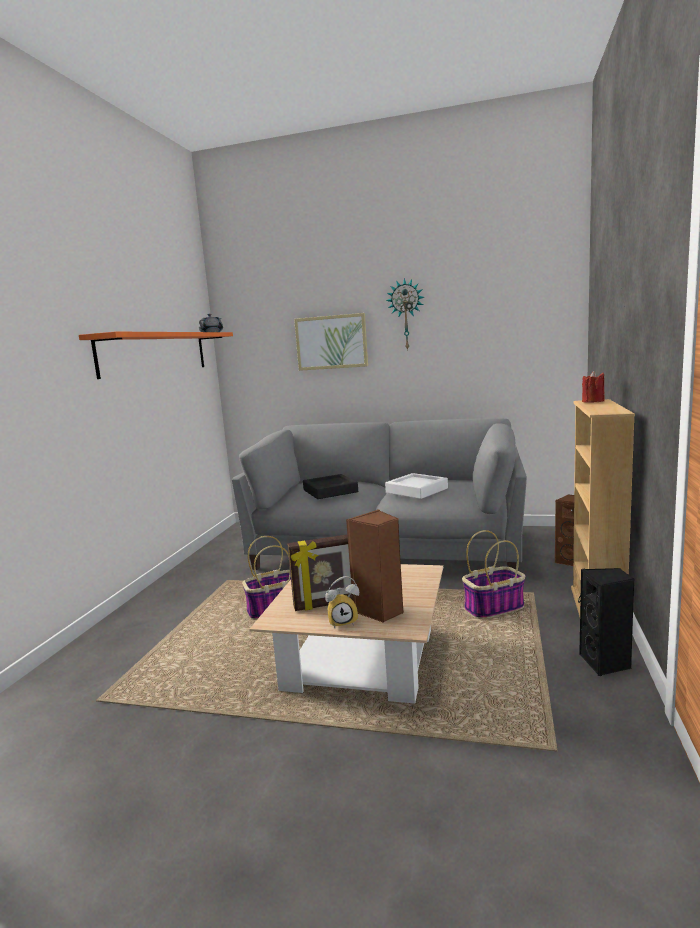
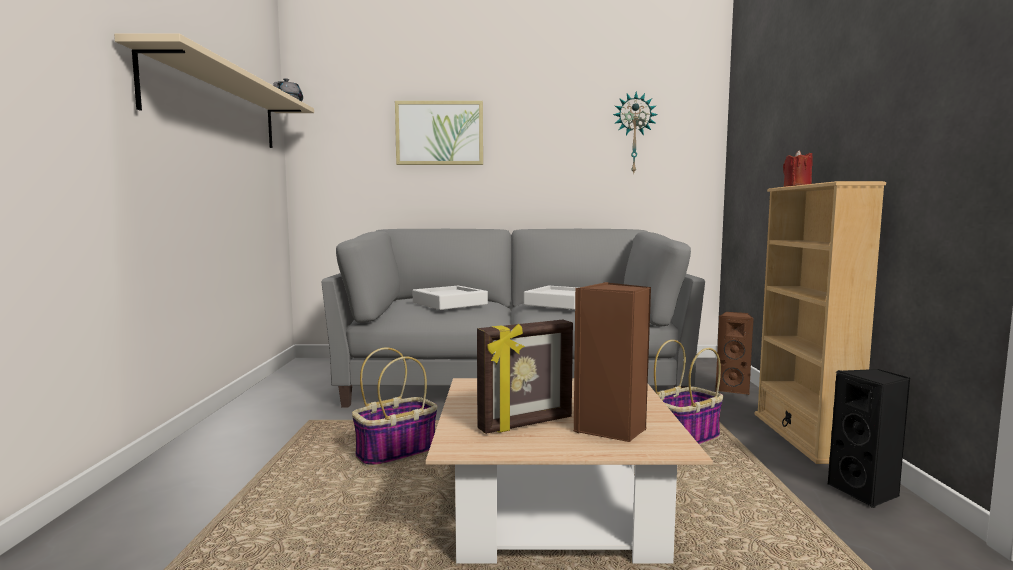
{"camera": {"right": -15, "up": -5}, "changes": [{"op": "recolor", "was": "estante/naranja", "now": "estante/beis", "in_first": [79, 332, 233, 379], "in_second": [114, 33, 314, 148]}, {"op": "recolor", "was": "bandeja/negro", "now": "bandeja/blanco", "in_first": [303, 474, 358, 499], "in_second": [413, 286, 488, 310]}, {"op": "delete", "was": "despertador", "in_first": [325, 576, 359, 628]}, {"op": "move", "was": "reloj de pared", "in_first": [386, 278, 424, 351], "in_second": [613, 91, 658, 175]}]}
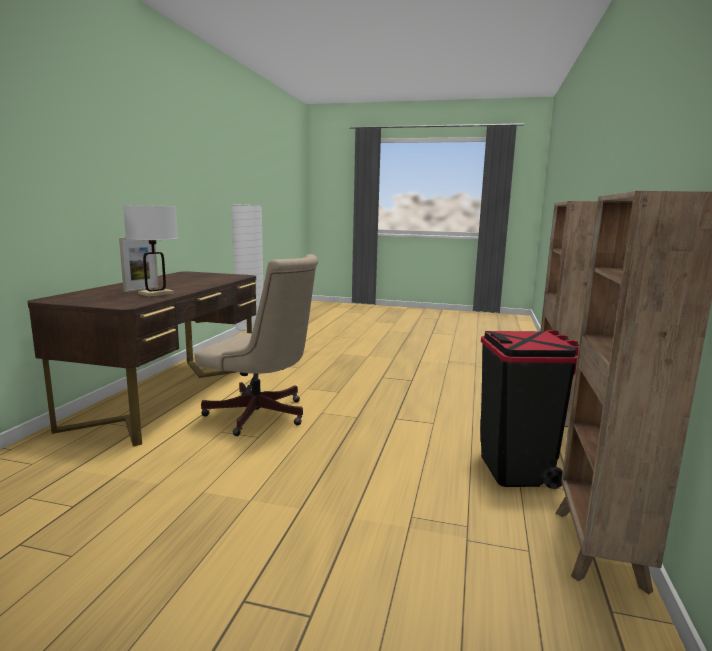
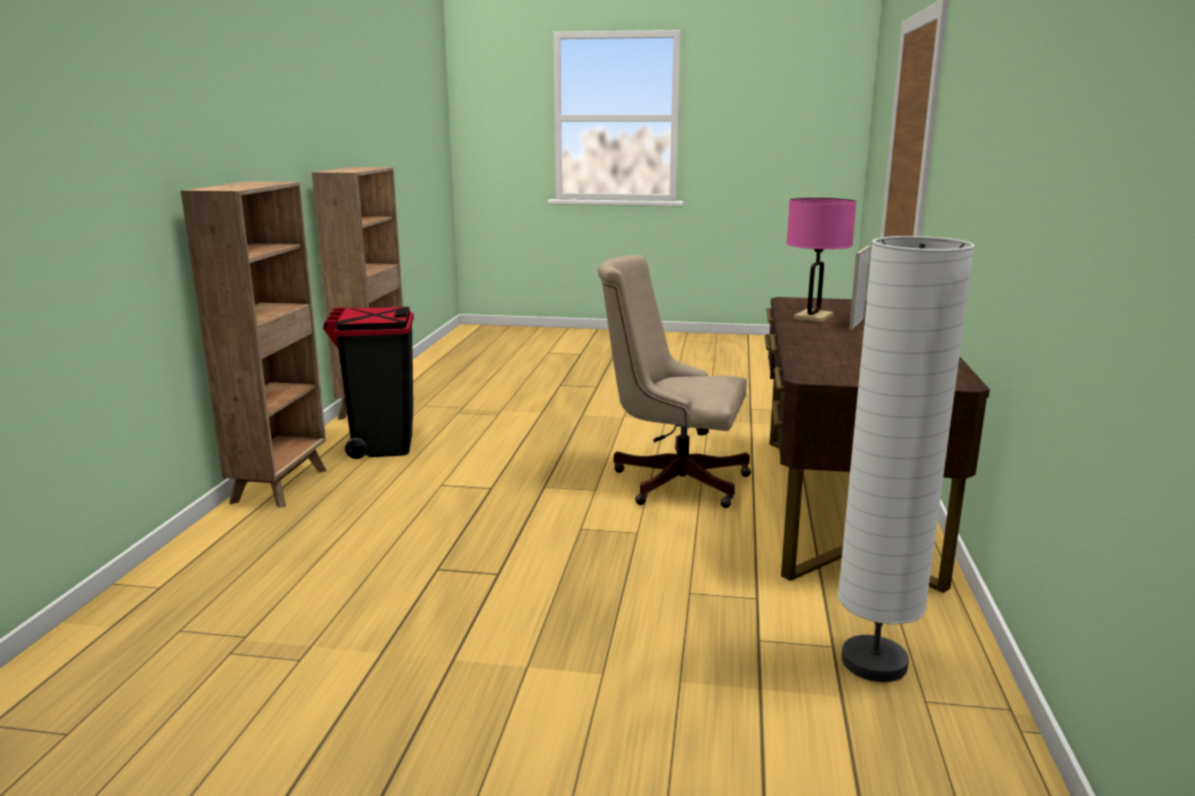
{"camera": {"right": 175, "up": 5}, "changes": [{"op": "recolor", "was": "lámpara de mesa/blanco", "now": "lámpara de mesa/rosa", "in_first": [123, 205, 178, 297], "in_second": [786, 198, 857, 322]}]}
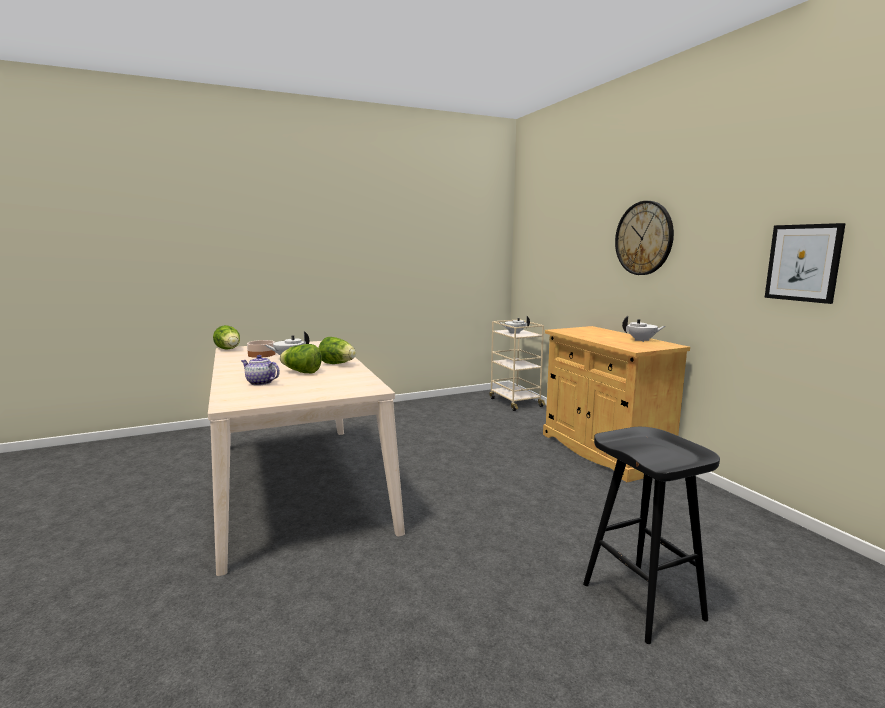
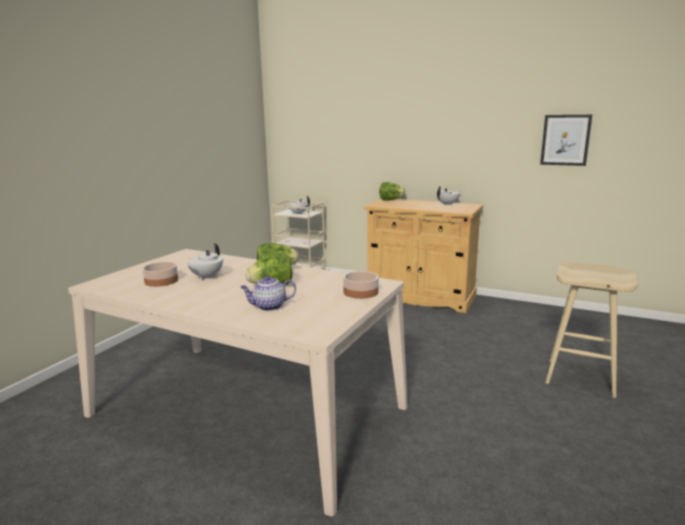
{"camera": {"right": -40, "up": 5}, "changes": [{"op": "move", "was": "lechuga", "in_first": [213, 325, 240, 350], "in_second": [380, 182, 406, 201]}, {"op": "recolor", "was": "taburete/negro", "now": "taburete/beis", "in_first": [583, 427, 720, 644], "in_second": [545, 263, 638, 398]}, {"op": "delete", "was": "reloj de pared", "in_first": [615, 201, 674, 275]}, {"op": "insert", "now": "cuenco", "in_second": [343, 271, 378, 299]}]}
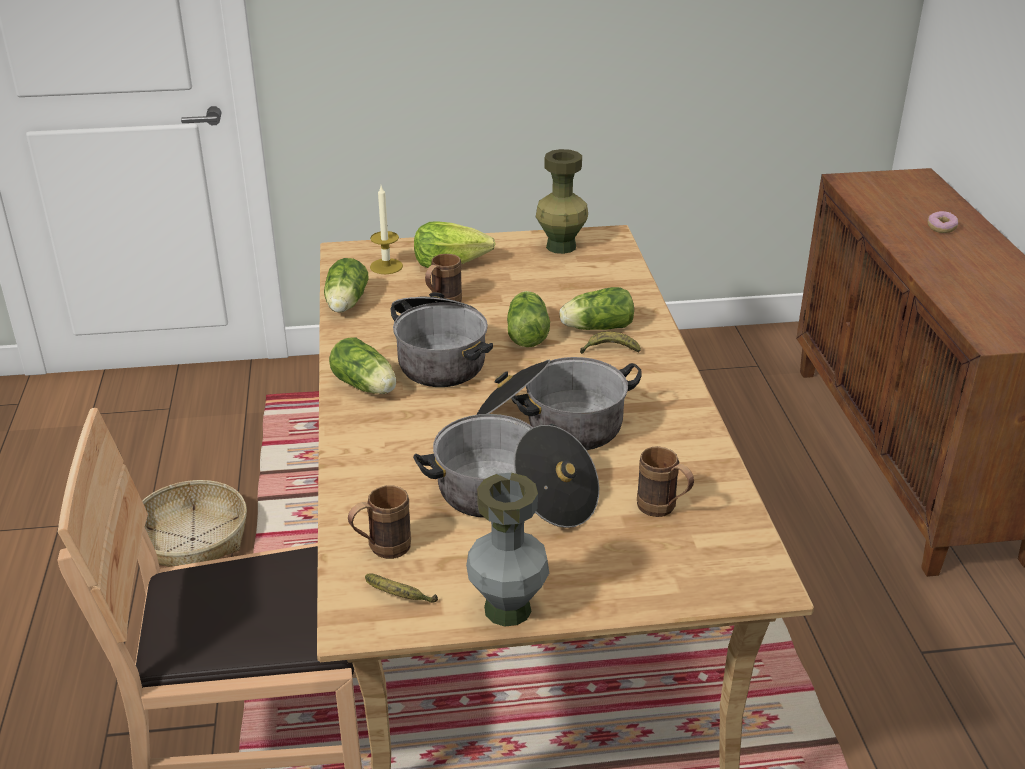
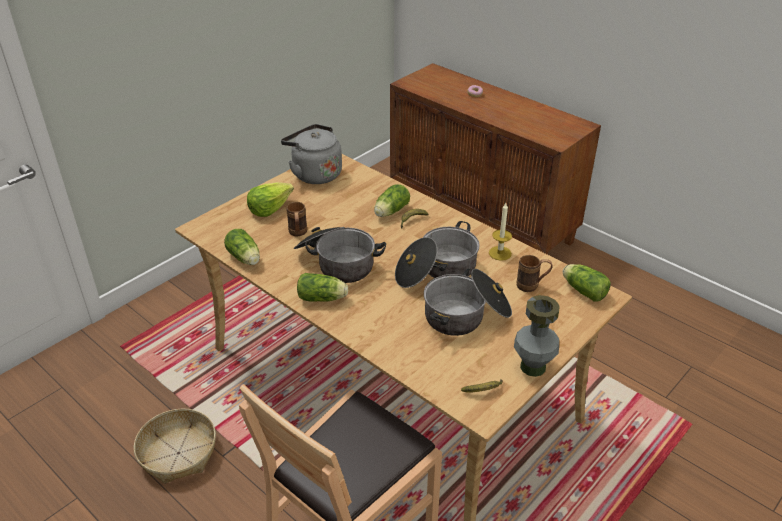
{"camera": {"right": -40, "up": 5}, "changes": [{"op": "delete", "was": "taza grande/marrón", "in_first": [348, 485, 411, 559]}, {"op": "move", "was": "vela", "in_first": [370, 186, 403, 274], "in_second": [489, 203, 512, 261]}, {"op": "move", "was": "lechuga", "in_first": [507, 291, 550, 347], "in_second": [563, 264, 611, 301]}, {"op": "replace", "was": "florero/verde", "now": "hervidor/gris", "in_first": [536, 149, 588, 254], "in_second": [281, 124, 342, 184]}]}
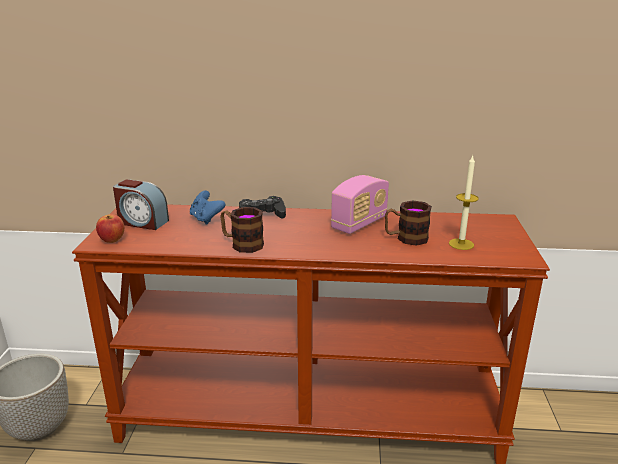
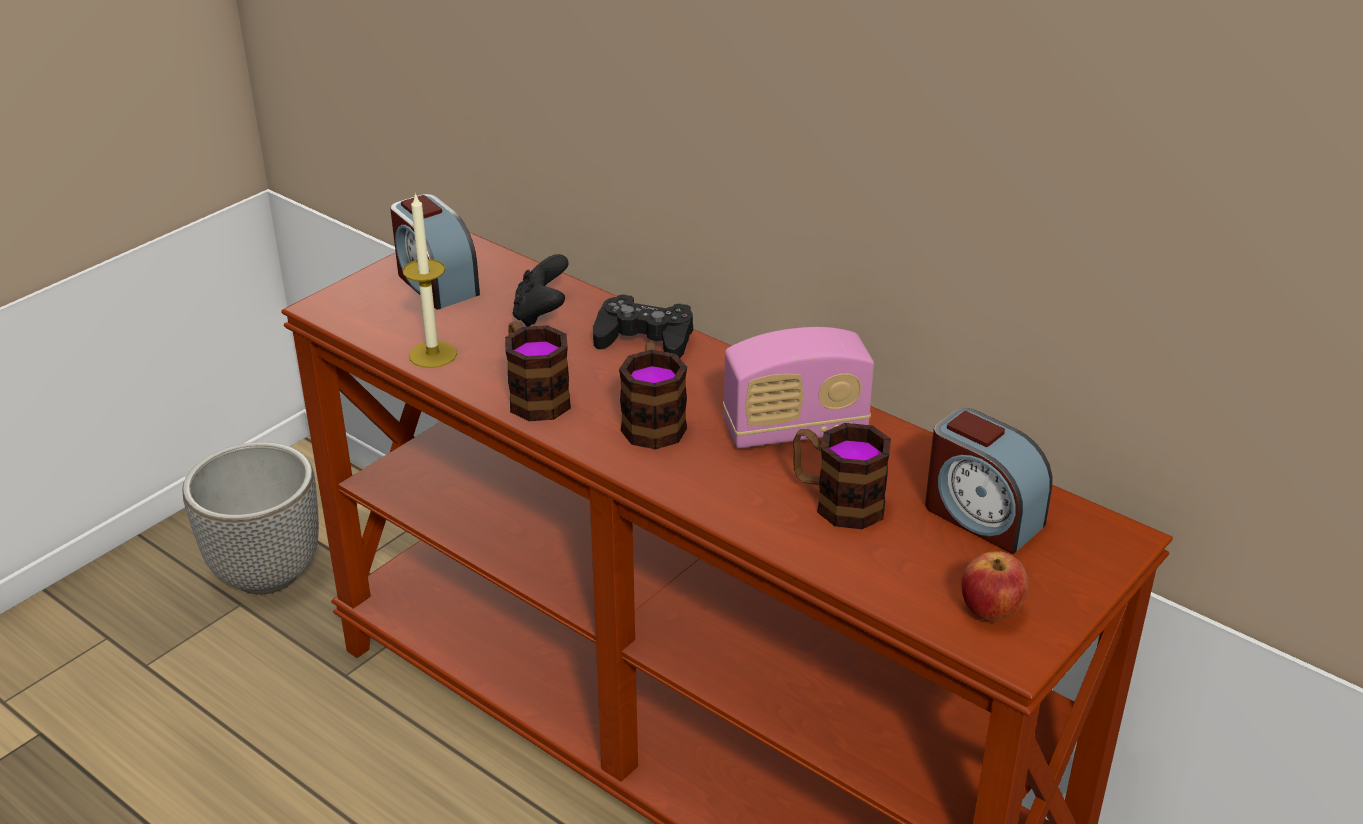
{"camera": {"right": 35, "up": 10}, "changes": [{"op": "move", "was": "manzana", "in_first": [96, 214, 124, 243], "in_second": [961, 551, 1029, 622]}, {"op": "recolor", "was": "mando de consola/azul", "now": "mando de consola/negro", "in_first": [190, 190, 225, 225], "in_second": [513, 254, 569, 327]}, {"op": "move", "was": "vela", "in_first": [449, 156, 479, 250], "in_second": [402, 192, 457, 368]}, {"op": "insert", "now": "taza grande", "in_second": [619, 342, 687, 449]}, {"op": "insert", "now": "despertador", "in_second": [925, 408, 1053, 554]}]}
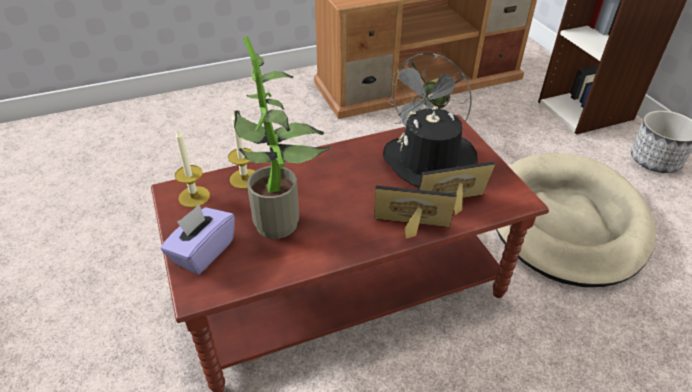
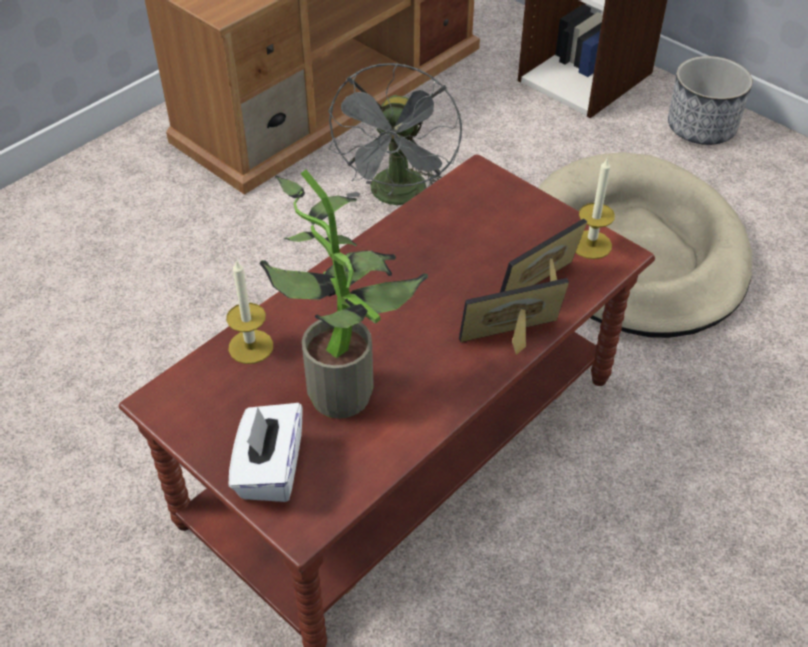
{"camera": {"right": -25, "up": 5}, "changes": [{"op": "recolor", "was": "caja de pañuelos/morado", "now": "caja de pañuelos/blanco", "in_first": [160, 205, 235, 275], "in_second": [229, 403, 303, 502]}, {"op": "move", "was": "vela", "in_first": [175, 128, 210, 208], "in_second": [576, 157, 615, 259]}, {"op": "delete", "was": "sombrero/negro", "in_first": [383, 106, 478, 187]}]}
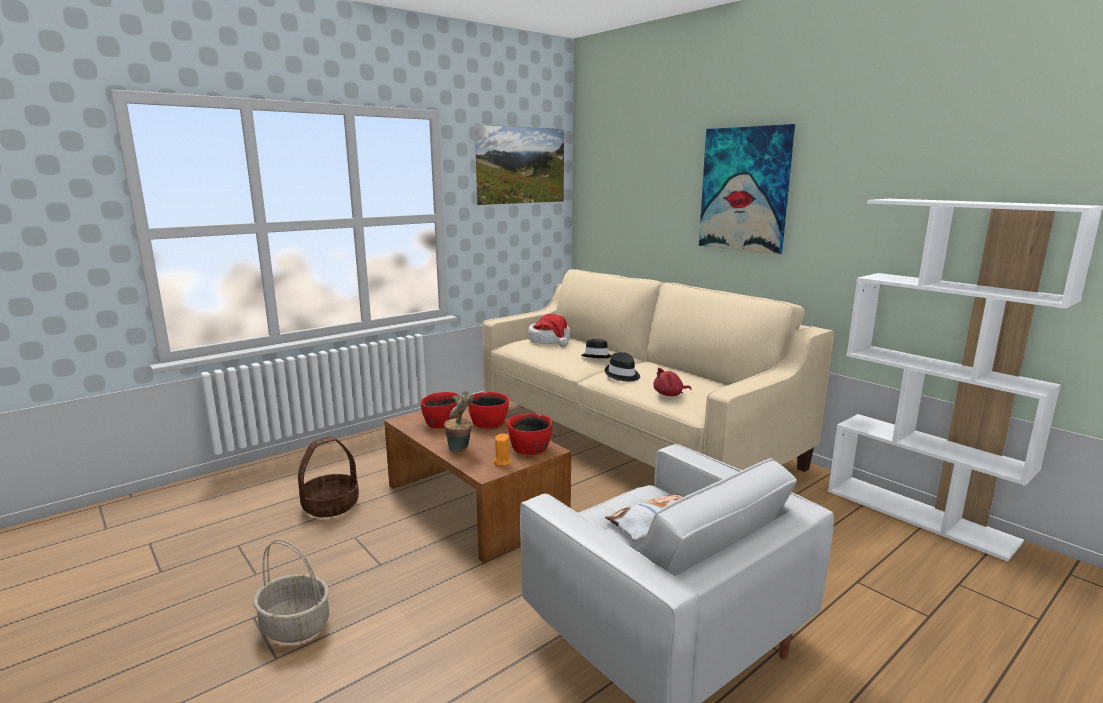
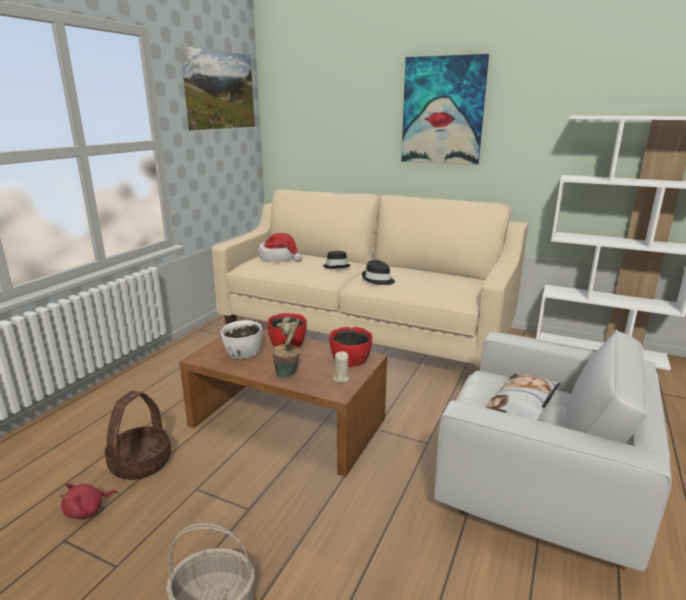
{"camera": {"right": -25, "up": 5}, "changes": [{"op": "recolor", "was": "cuenco/rojo", "now": "cuenco/blanco", "in_first": [421, 392, 460, 428], "in_second": [221, 320, 262, 359]}, {"op": "recolor", "was": "vela/naranja", "now": "vela/beis", "in_first": [493, 434, 511, 466], "in_second": [333, 351, 350, 383]}, {"op": "move", "was": "peluche/rojo", "in_first": [653, 368, 692, 396], "in_second": [60, 483, 118, 519]}]}
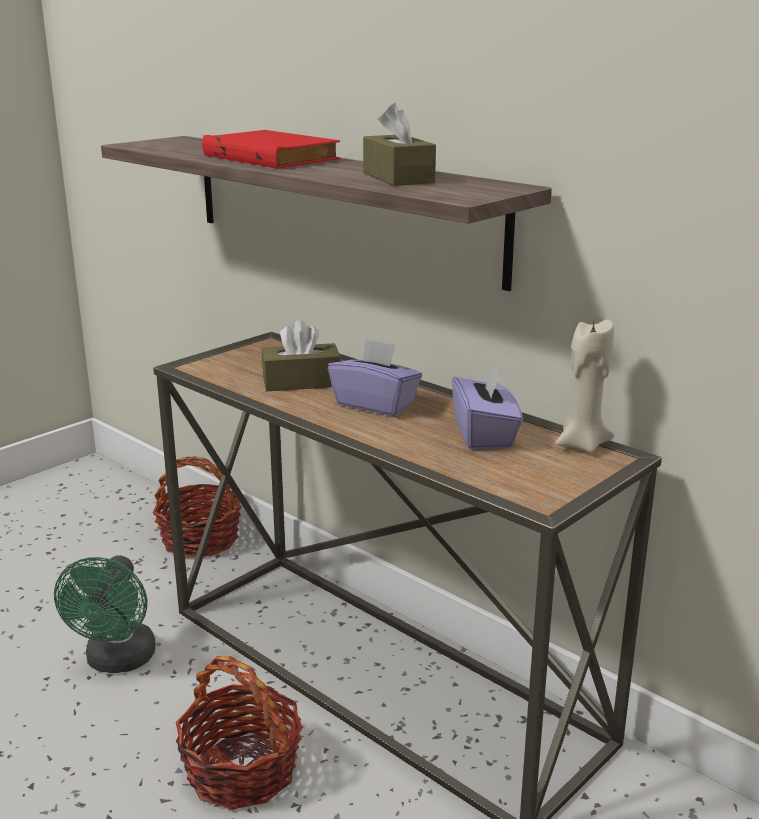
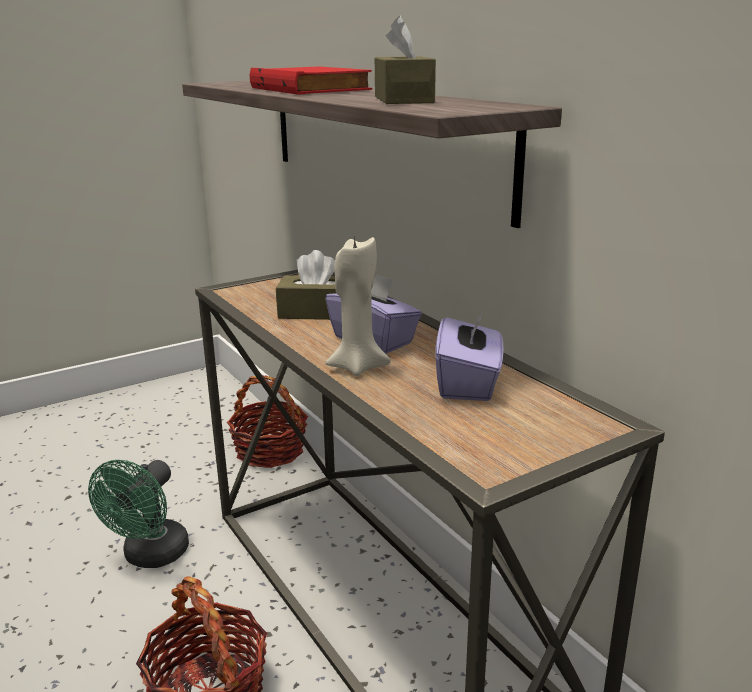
{"camera": {"right": 15, "up": 0}, "changes": [{"op": "move", "was": "vela/beis", "in_first": [555, 320, 614, 453], "in_second": [325, 234, 391, 376]}]}
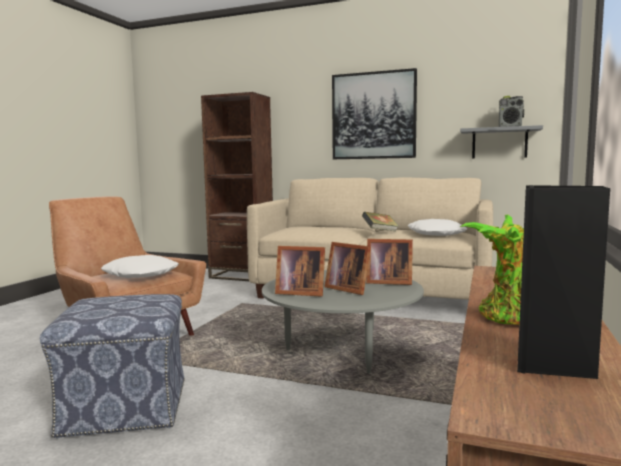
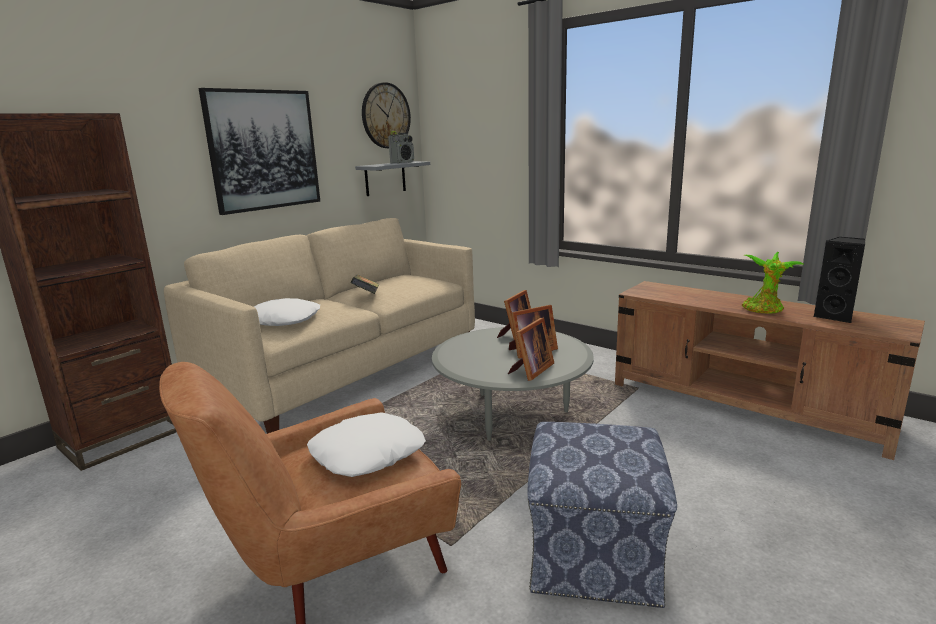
{"camera": {"right": -70, "up": 10}, "changes": [{"op": "move", "was": "cojín/blanco", "in_first": [408, 219, 467, 236], "in_second": [254, 298, 320, 326]}, {"op": "insert", "now": "reloj de pared", "in_second": [362, 82, 411, 148]}]}
